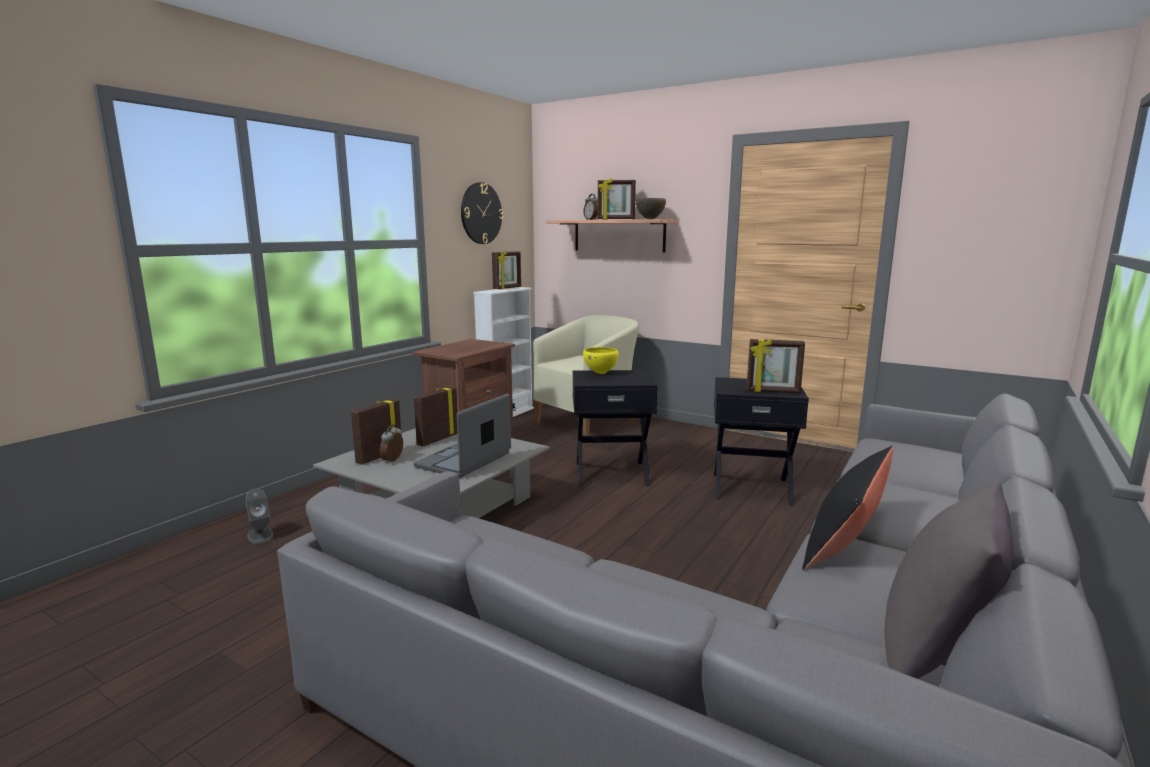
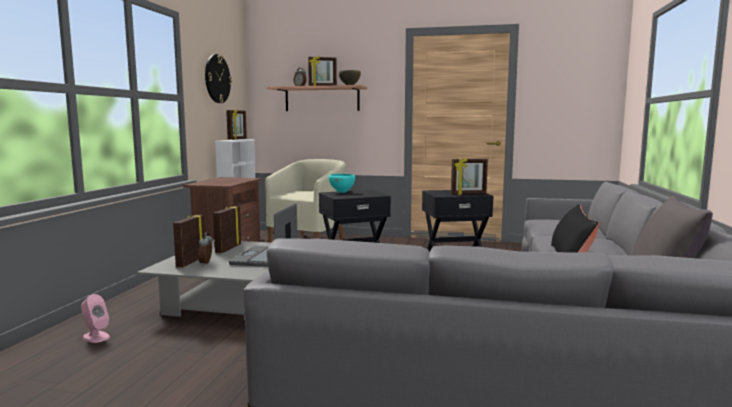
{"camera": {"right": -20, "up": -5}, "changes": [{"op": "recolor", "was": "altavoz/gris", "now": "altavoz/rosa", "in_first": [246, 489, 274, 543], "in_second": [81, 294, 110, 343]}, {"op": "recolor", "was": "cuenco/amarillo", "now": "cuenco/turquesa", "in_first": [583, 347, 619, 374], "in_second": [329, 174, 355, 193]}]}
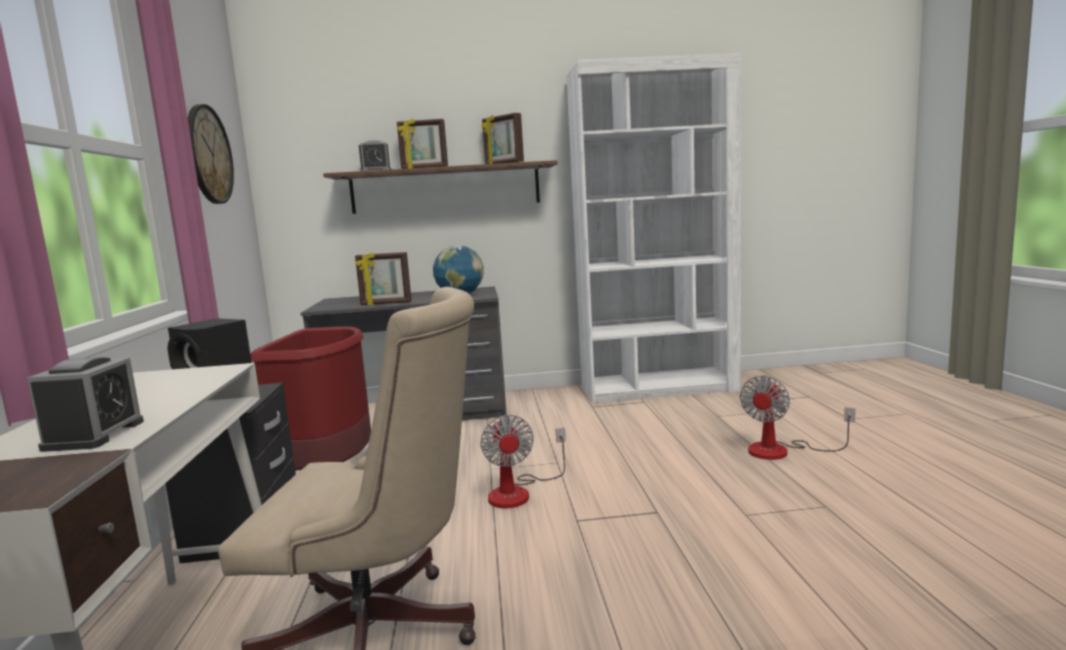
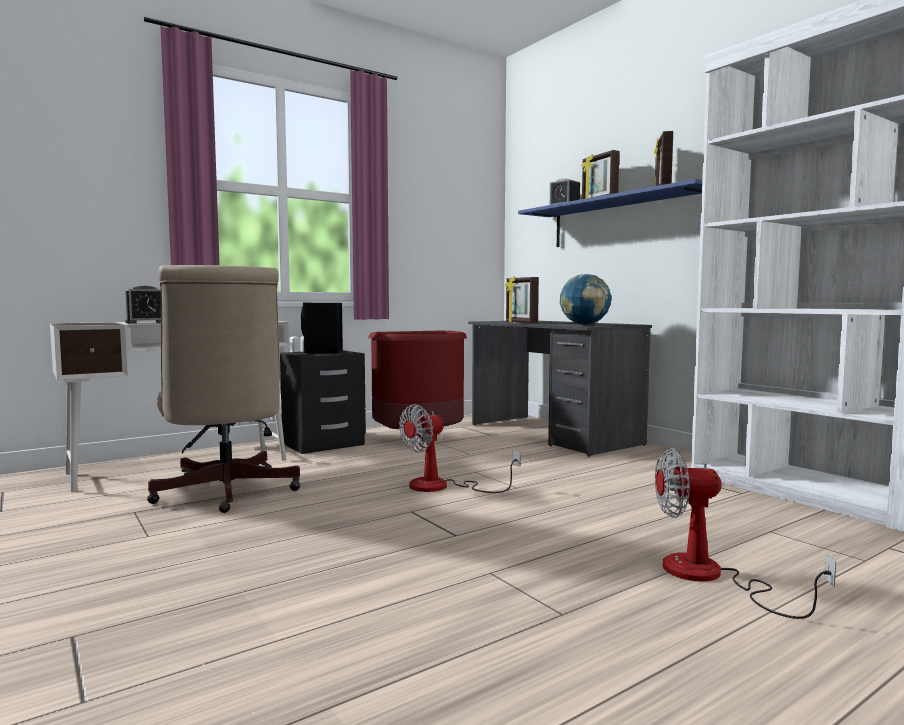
{"camera": {"right": 60, "up": -5}, "changes": [{"op": "delete", "was": "reloj de pared", "in_first": [188, 104, 234, 204]}, {"op": "recolor", "was": "estante/marrón", "now": "estante/azul", "in_first": [323, 160, 558, 214], "in_second": [518, 179, 702, 247]}]}
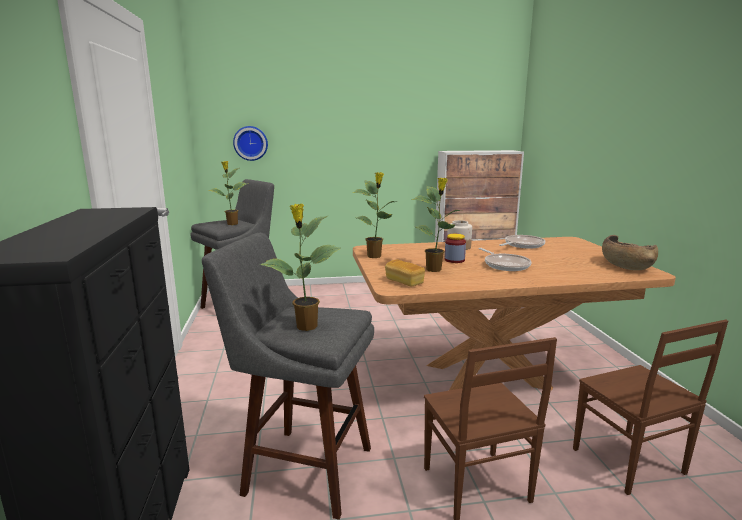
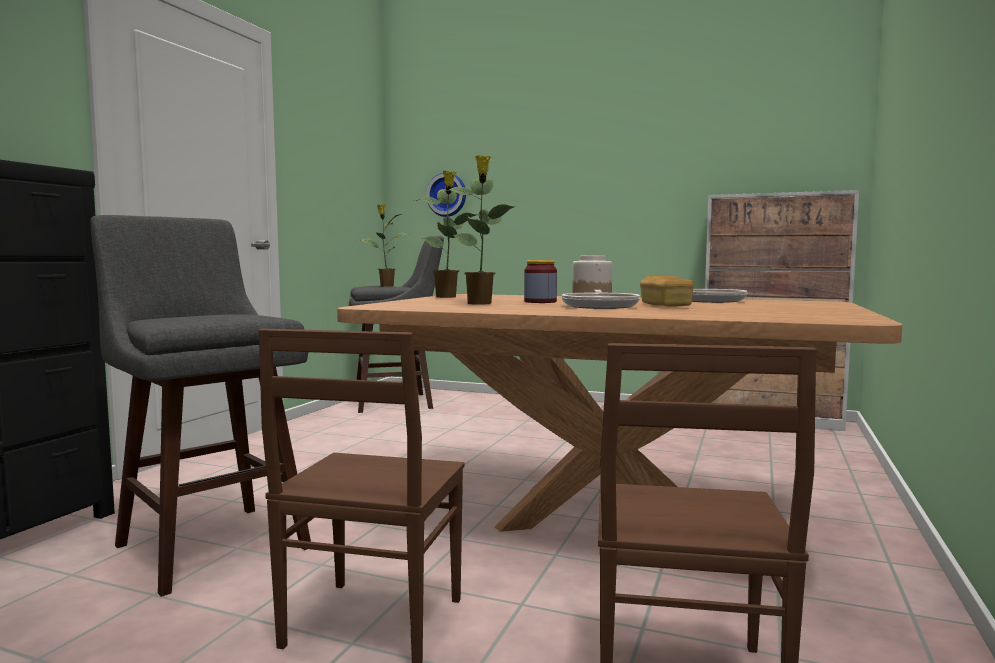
{"camera": {"right": 30, "up": -10}, "changes": [{"op": "delete", "was": "planta en maceta", "in_first": [260, 204, 341, 331]}, {"op": "move", "was": "pan", "in_first": [385, 260, 425, 287], "in_second": [640, 275, 694, 306]}, {"op": "delete", "was": "cuenco/marrón", "in_first": [602, 235, 658, 270]}]}
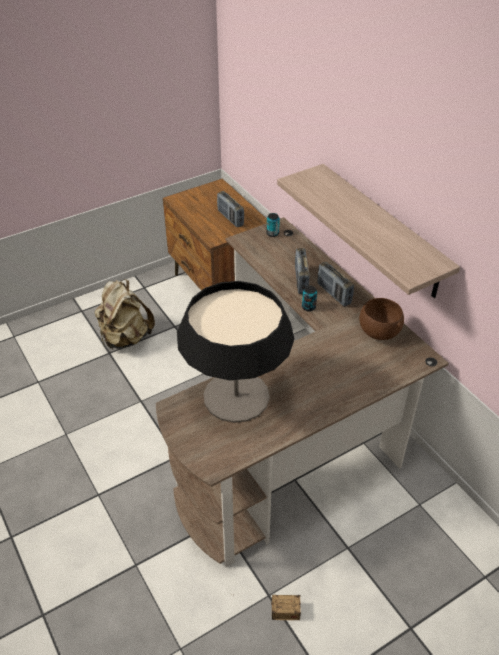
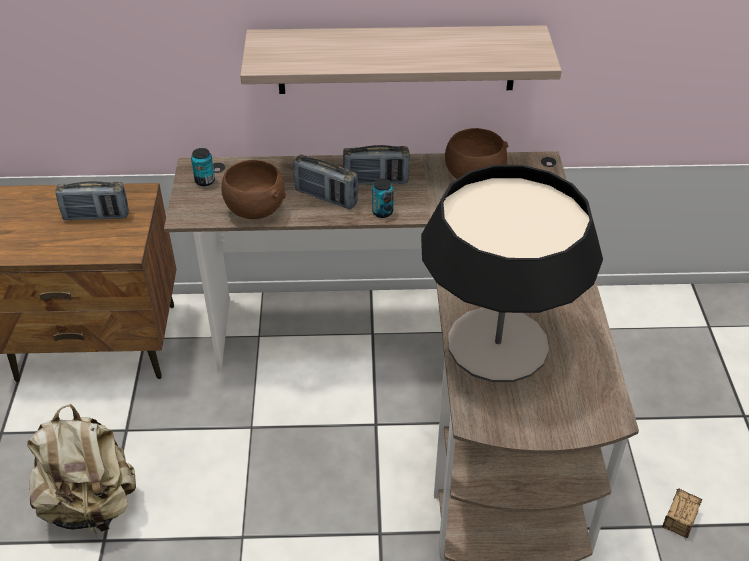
{"camera": {"right": -60, "up": 0}, "changes": [{"op": "insert", "now": "cuenco/marrón", "in_second": [221, 160, 286, 219]}]}
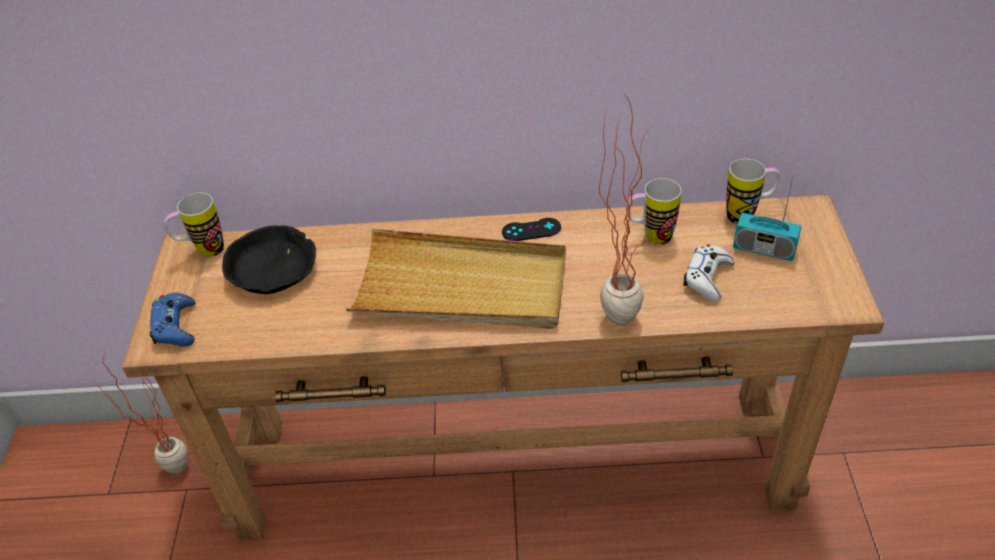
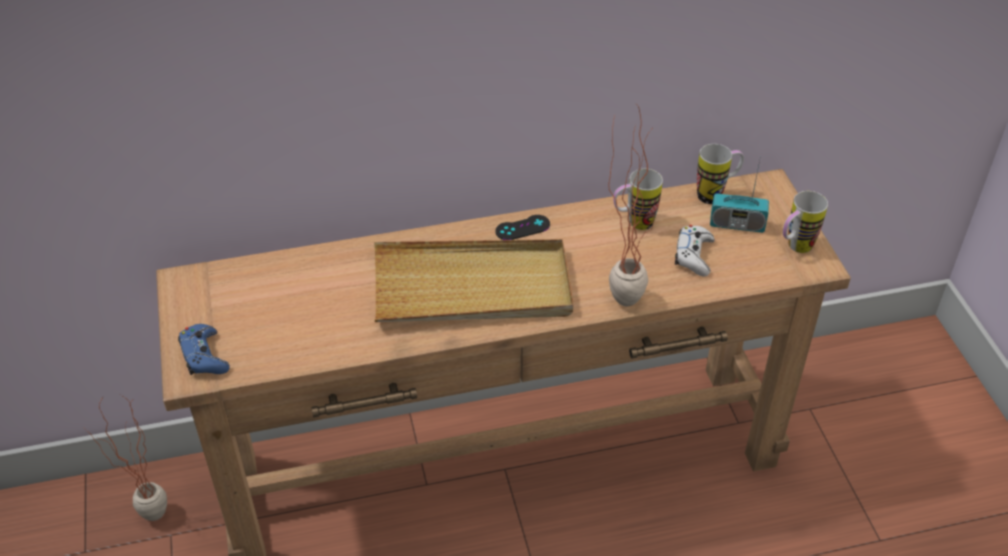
{"camera": {"right": -15, "up": 0}, "changes": [{"op": "move", "was": "taza grande", "in_first": [164, 193, 224, 257], "in_second": [783, 191, 828, 253]}, {"op": "delete", "was": "cuenco/negro", "in_first": [222, 225, 316, 294]}]}
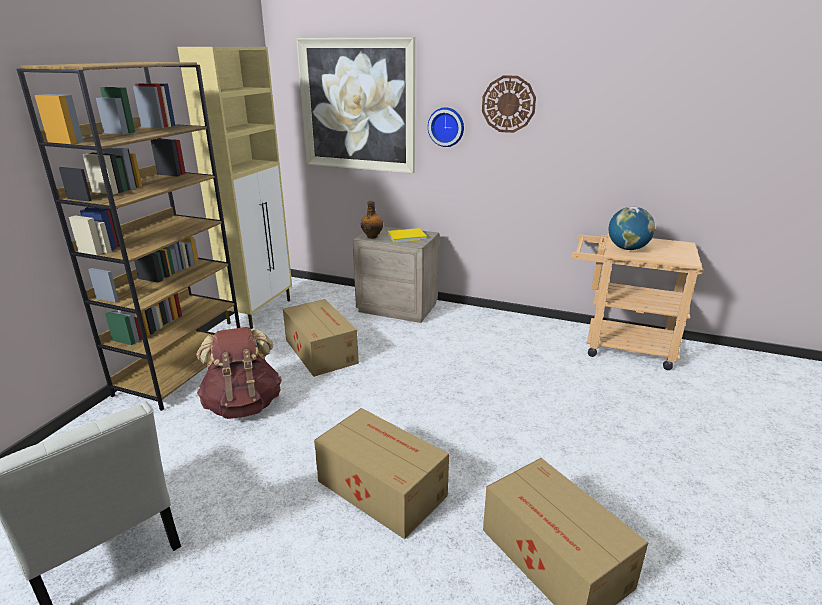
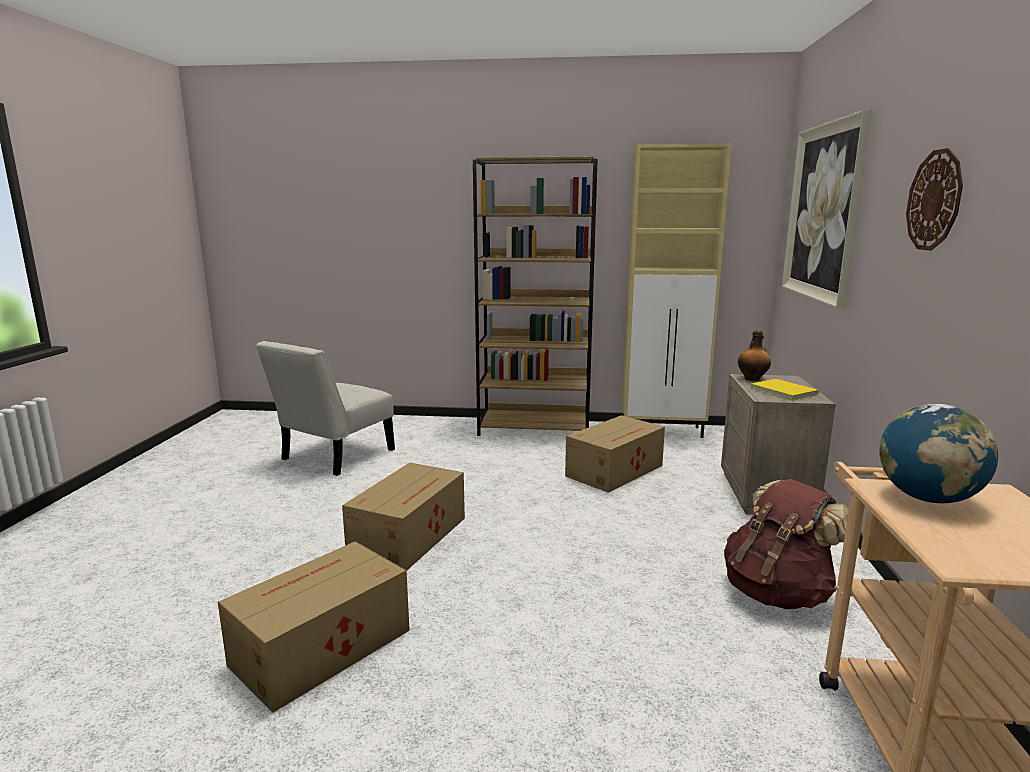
{"camera": {"right": 75, "up": -10}, "changes": [{"op": "move", "was": "mochila/marrón", "in_first": [196, 327, 282, 419], "in_second": [724, 479, 849, 609]}, {"op": "delete", "was": "reloj de pared", "in_first": [428, 107, 464, 147]}]}
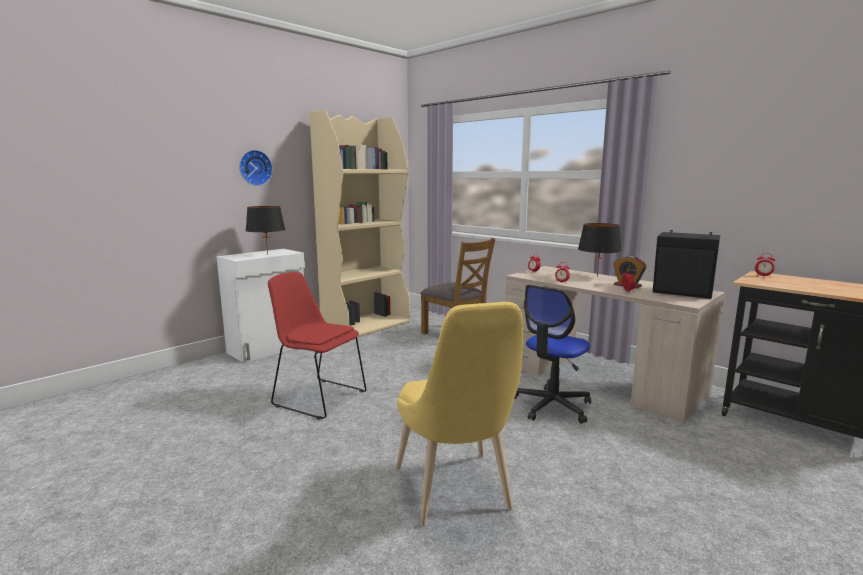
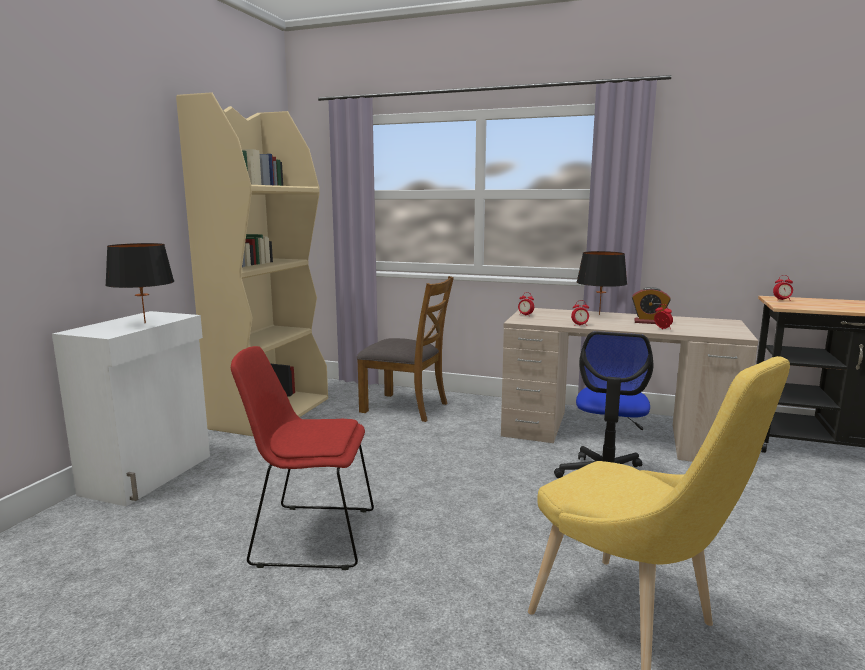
{"camera": {"right": -25, "up": 0}, "changes": [{"op": "delete", "was": "reloj de pared", "in_first": [239, 150, 273, 186]}, {"op": "delete", "was": "altavoz/negro", "in_first": [653, 230, 720, 299]}]}
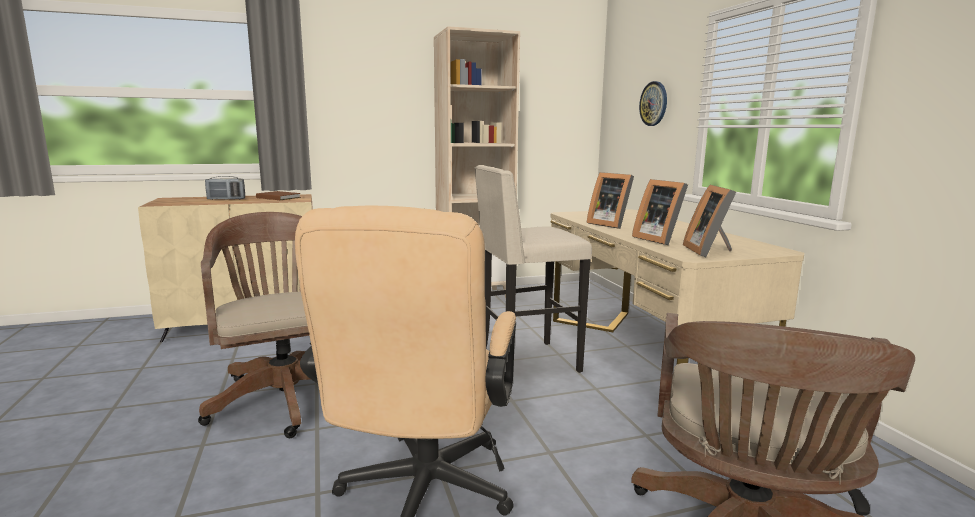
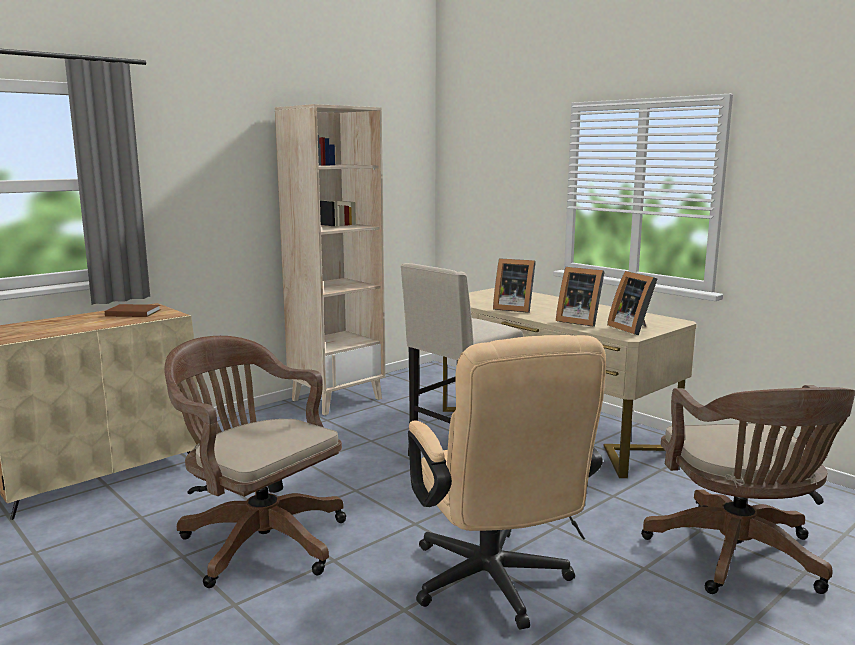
{"camera": {"right": -25, "up": 0}, "changes": [{"op": "delete", "was": "radio", "in_first": [205, 176, 245, 200]}, {"op": "delete", "was": "reloj de pared", "in_first": [639, 81, 667, 126]}]}
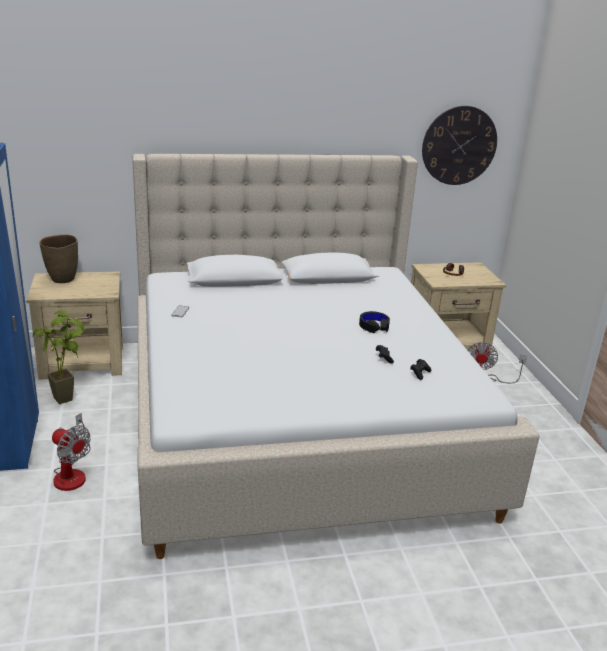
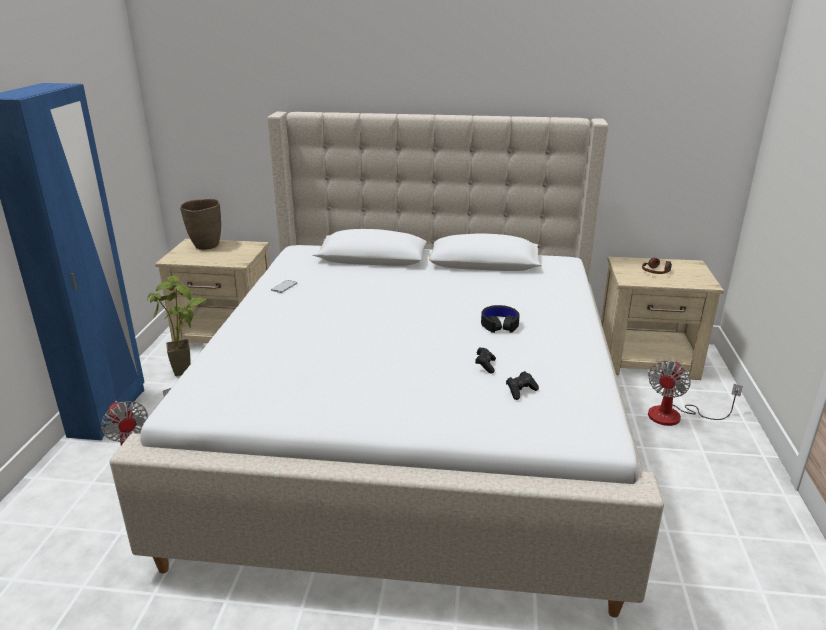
{"camera": {"right": 20, "up": 0}, "changes": [{"op": "delete", "was": "reloj de pared", "in_first": [422, 106, 497, 185]}]}
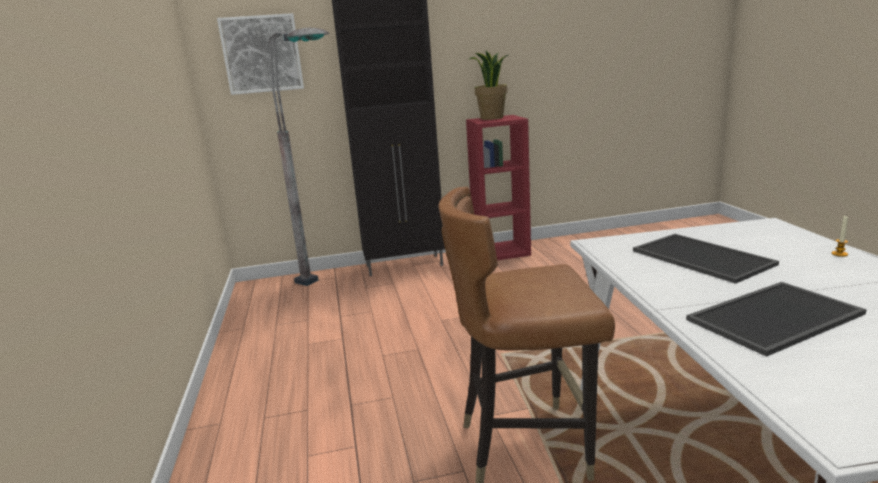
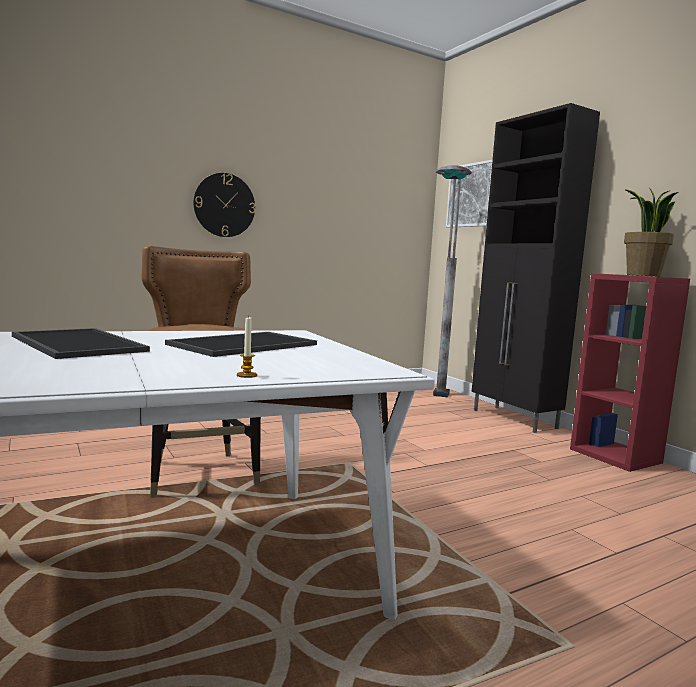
{"camera": {"right": 70, "up": -10}, "changes": [{"op": "insert", "now": "reloj de pared", "in_second": [194, 173, 255, 237]}]}
